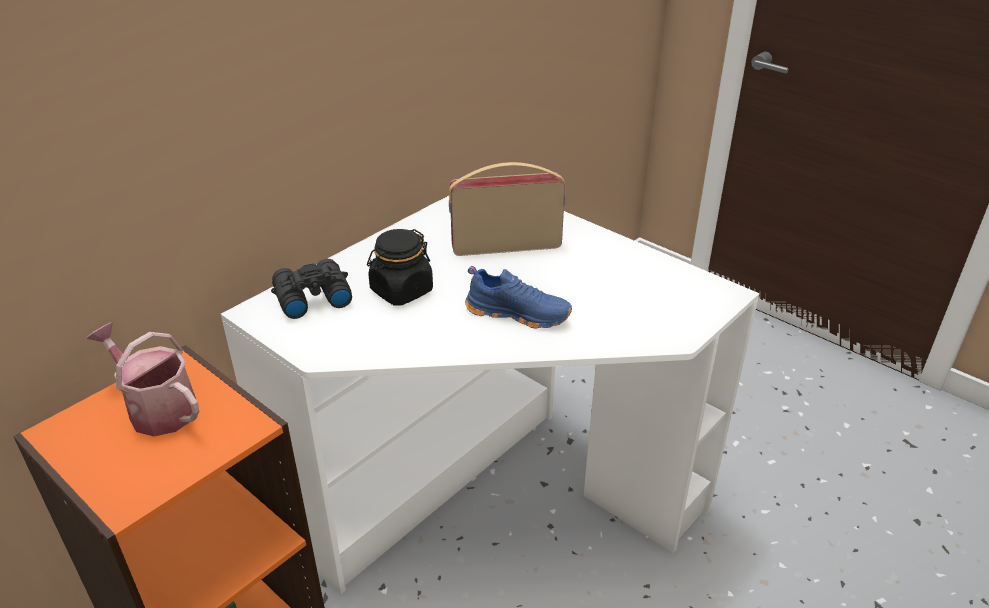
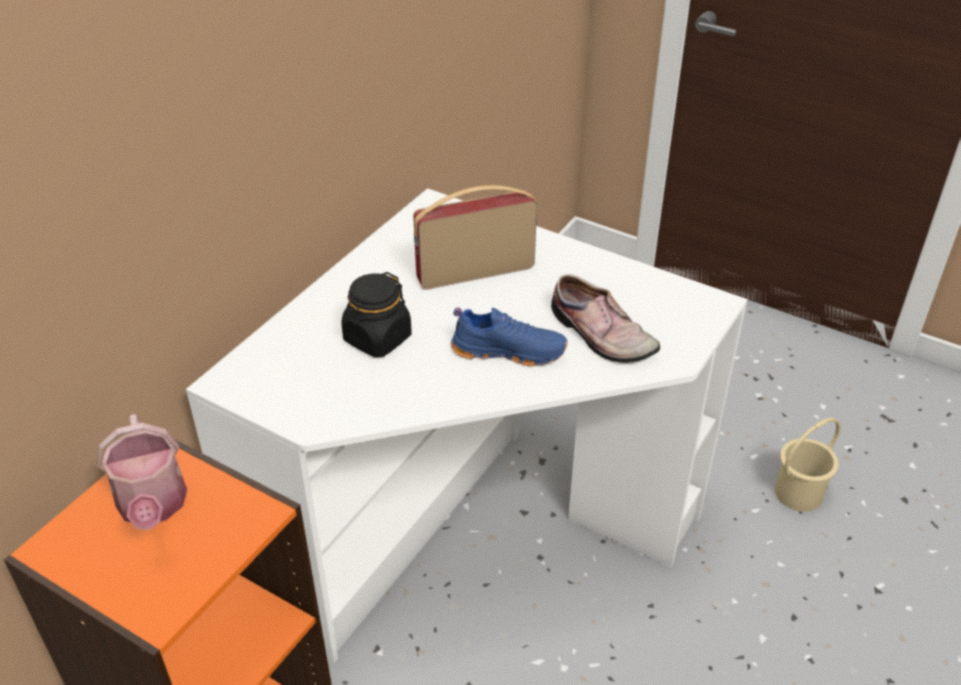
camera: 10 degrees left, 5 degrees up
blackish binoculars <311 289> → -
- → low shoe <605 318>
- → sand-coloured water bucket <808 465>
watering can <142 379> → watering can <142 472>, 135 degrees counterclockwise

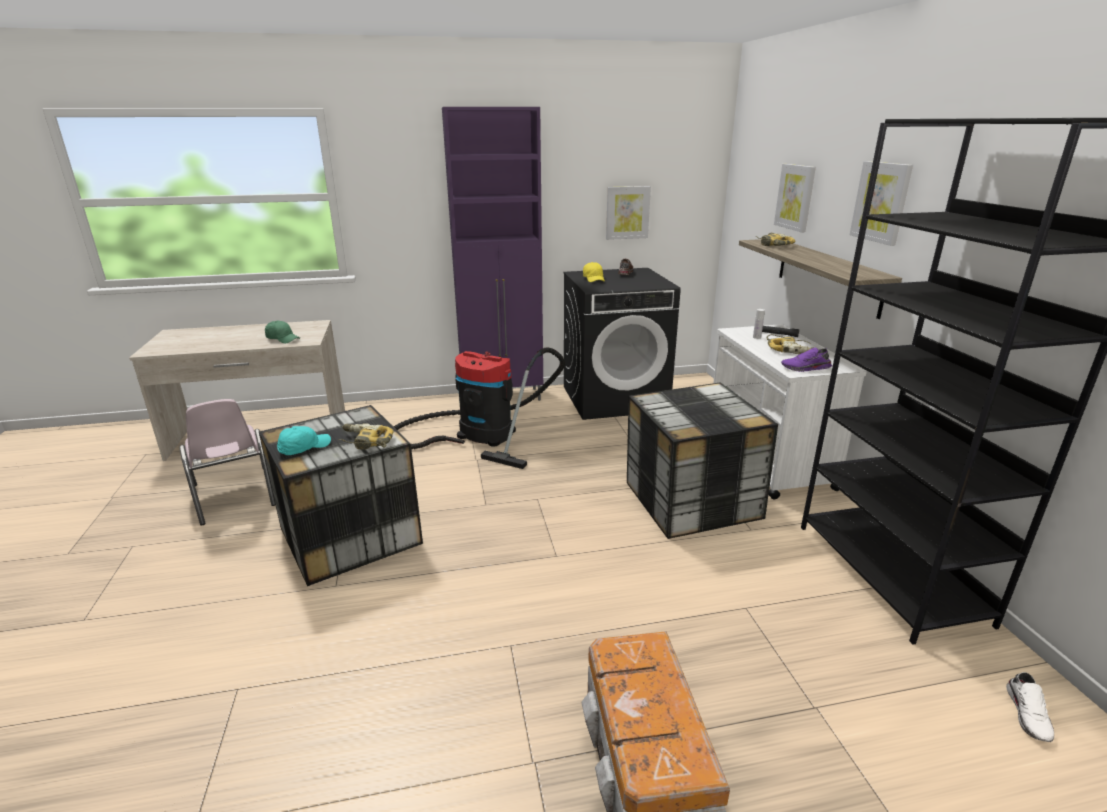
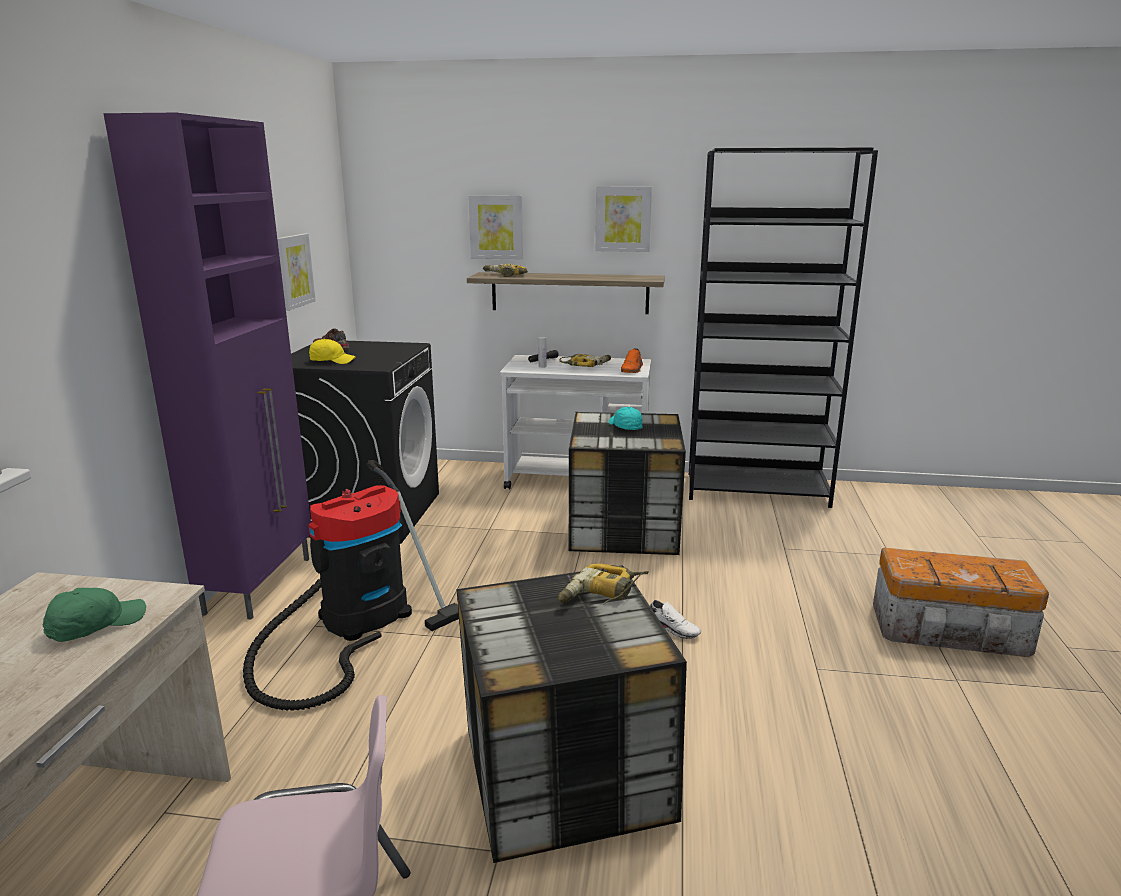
camera: 70 degrees left, 5 degrees down
blue-green cap <304 440> → blue-green cap <626 418>, moved
white low shoe <1030 707> → white low shoe <676 619>, moved
purple low shoe <806 360> → orangey low shoe <632 360>

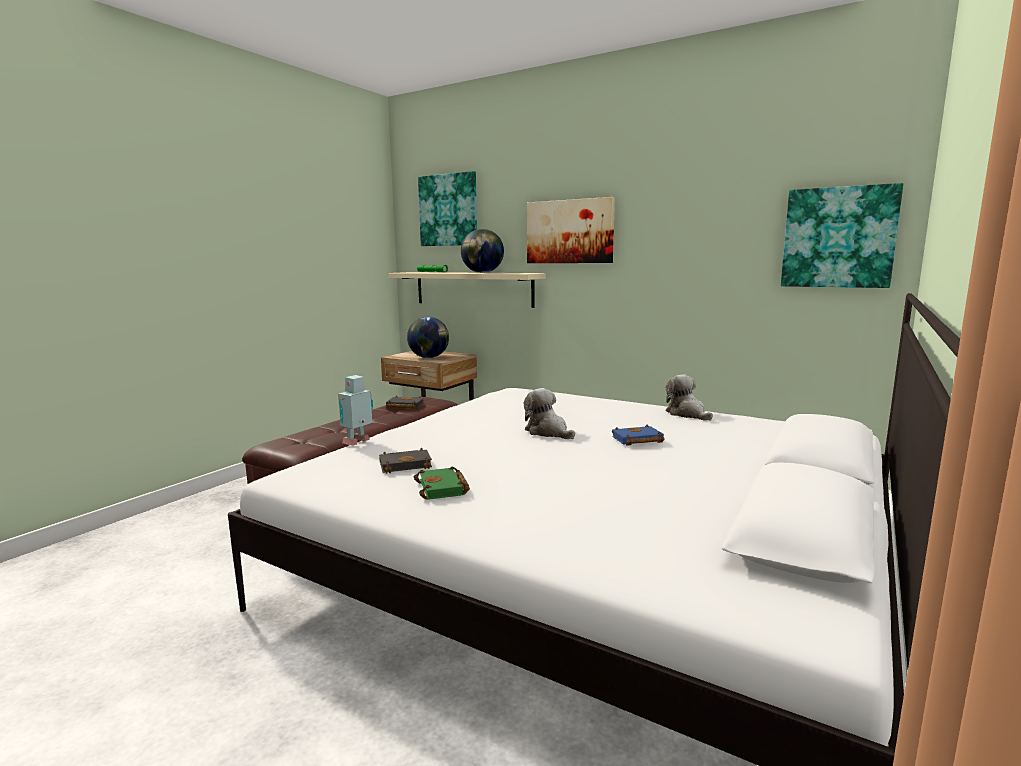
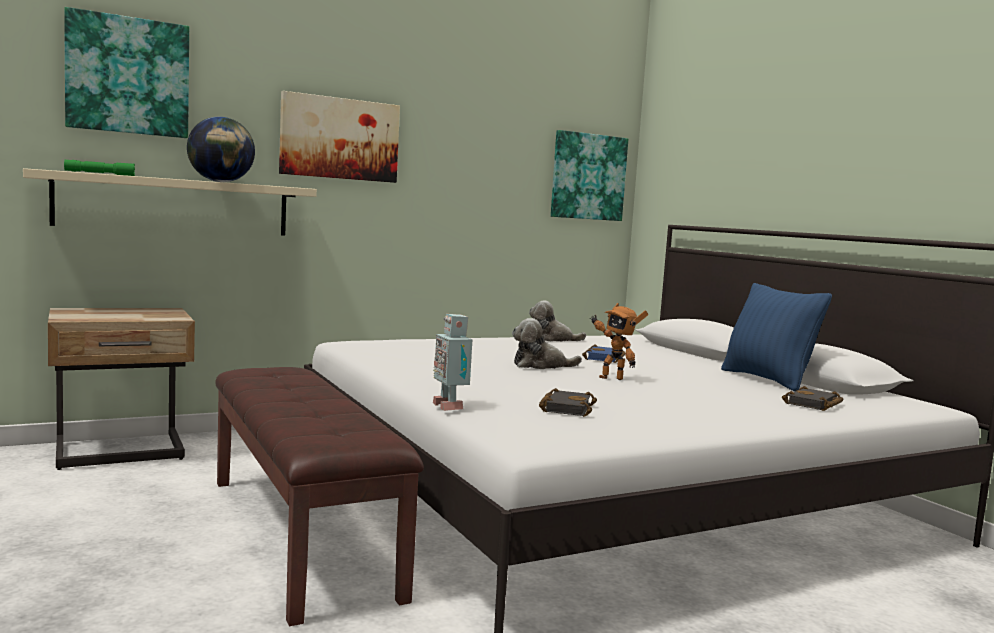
camera: 60 degrees left, 5 degrees down
desk globe <428 337> → -
greenish volume <442 483> → -
- → robot figure <619 341>
- → blue-coloured pillow <776 337>
blackish volume <405 402> → blackish volume <813 398>, moved

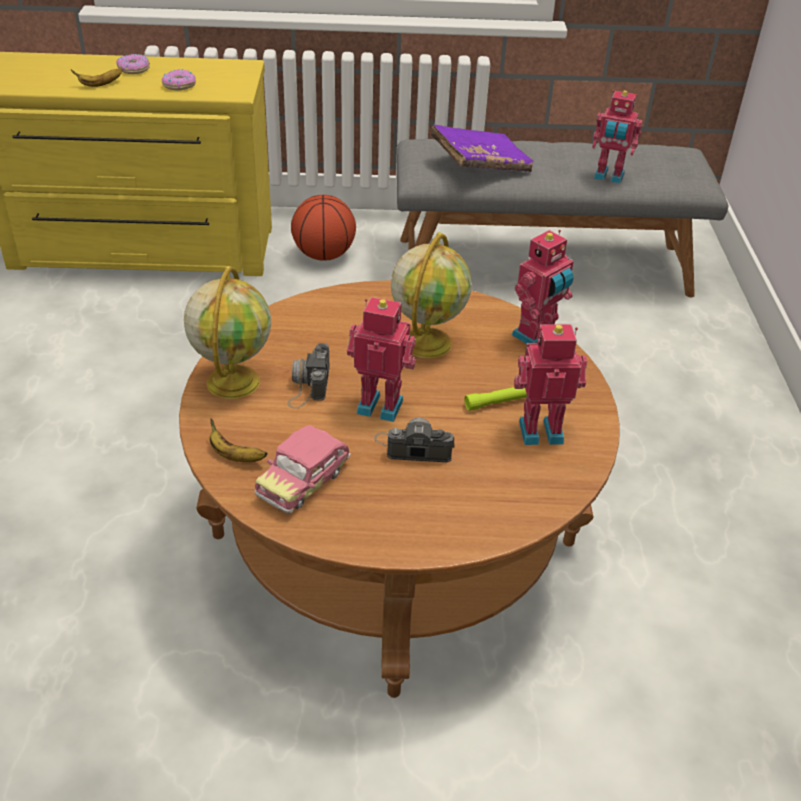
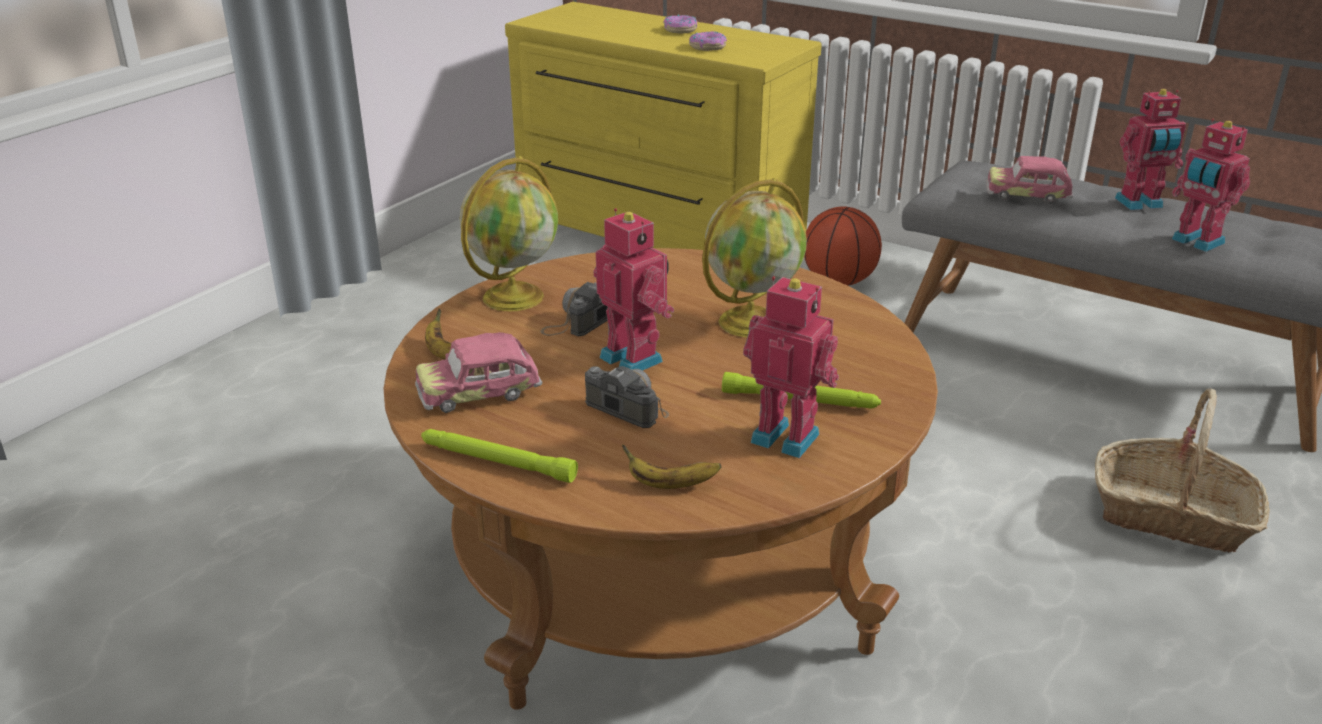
camera: 35 degrees right, 10 degrees down
- → greenish torch <499 456>
- → storage basket <1182 470>
whole banana <97 77> → whole banana <671 466>, moved
robot figure <542 287> → robot figure <1150 149>, moved
purple volume <482 148> → model car <1029 180>

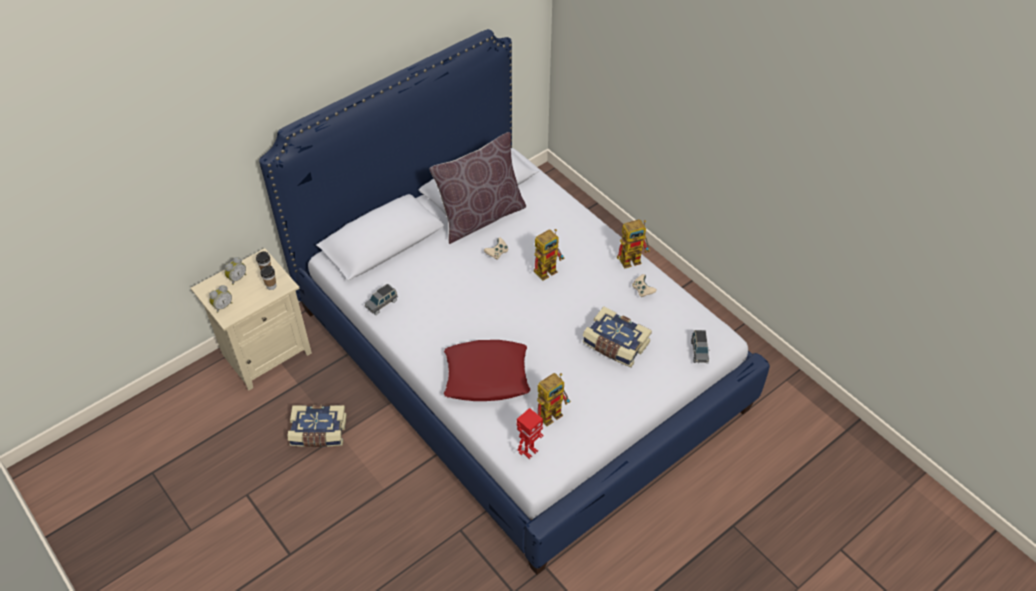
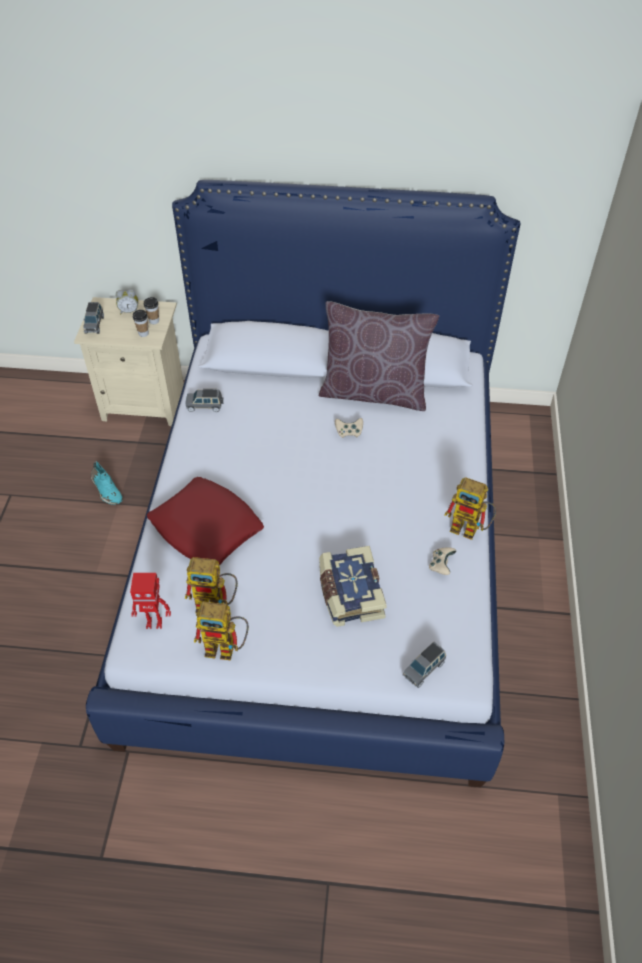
camera: 45 degrees right, 0 degrees up
robot figure <549 255> → robot figure <221 631>, moved
alarm clock <220 299> → grey model car <93 318>
volume <317 426> → blue-green low shoe <107 483>

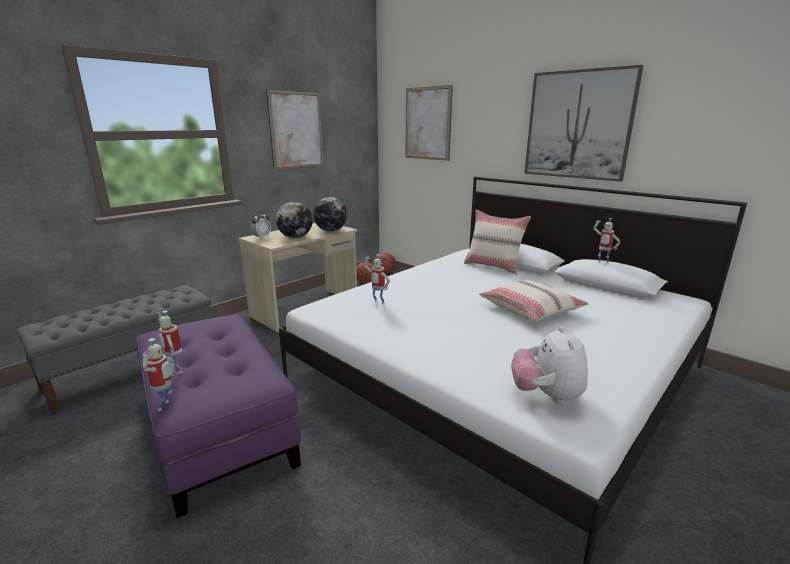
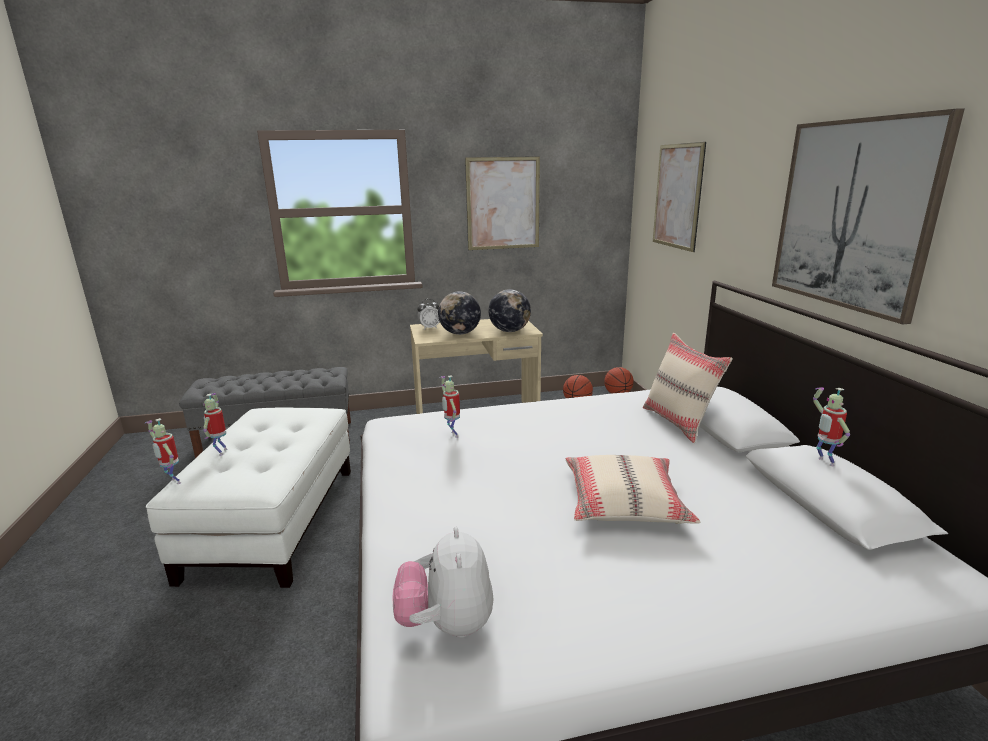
camera: 35 degrees right, 0 degrees up
purple pouffe <218 416> → white pouffe <248 497>
robot figure <160 374> → robot figure <162 451>, 90 degrees clockwise
soft toy <549 365> → soft toy <443 582>, 45 degrees counterclockwise

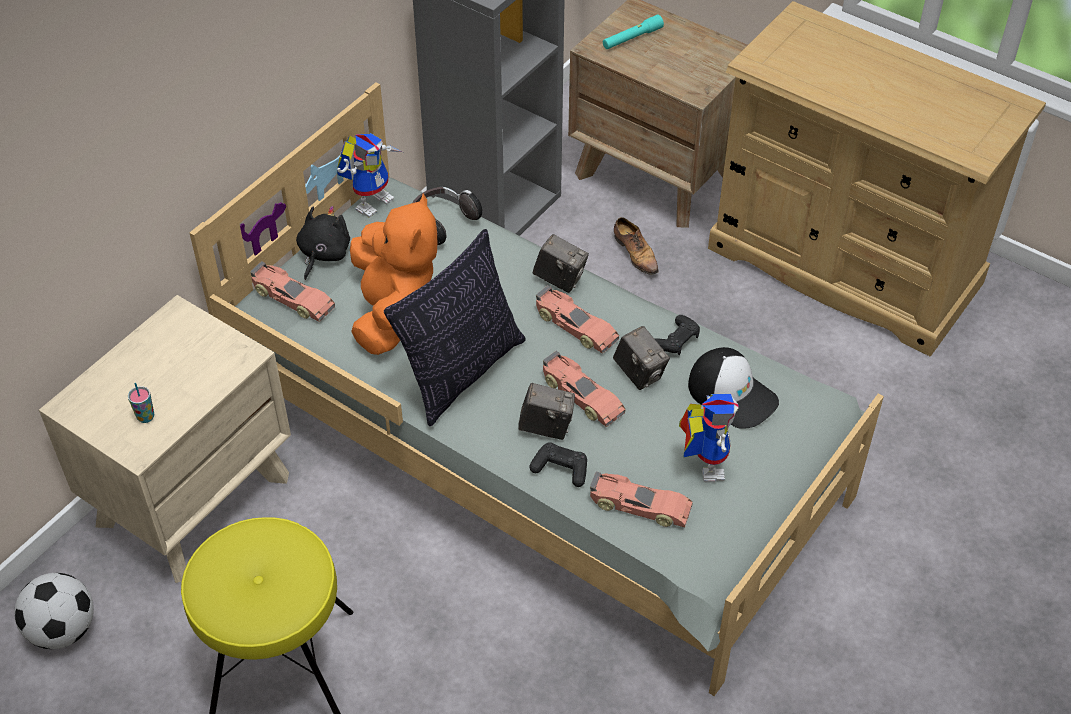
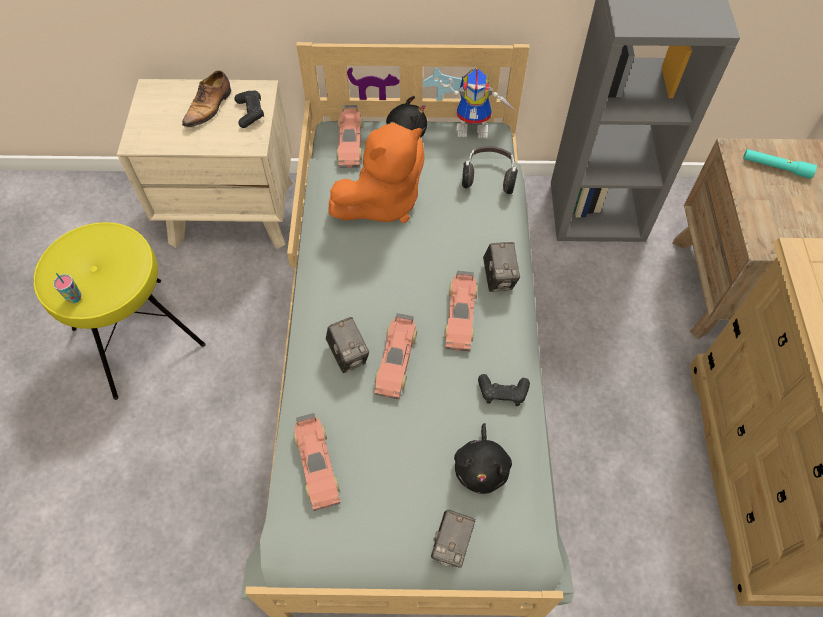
camera: 55 degrees right, 10 degrees up
ball for football <54 611> → -
pillow <455 327> → -
robot figure <709 438> → -
small cup <141 403> → small cup <67 288>, moved
blackish gamepad <558 464> → blackish gamepad <249 109>, moved
still camera <641 358> → still camera <453 539>, moved
low shoe <636 246> → low shoe <206 98>, moved
cap <733 387> → blackish soft toy <483 458>

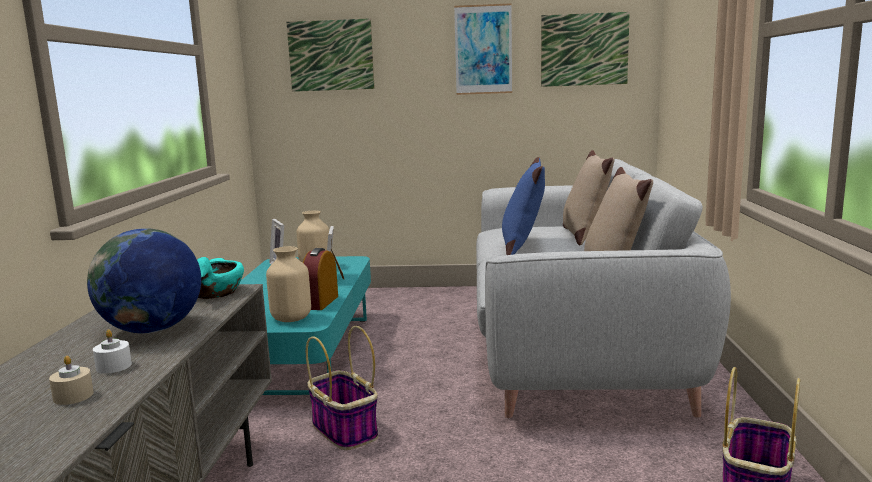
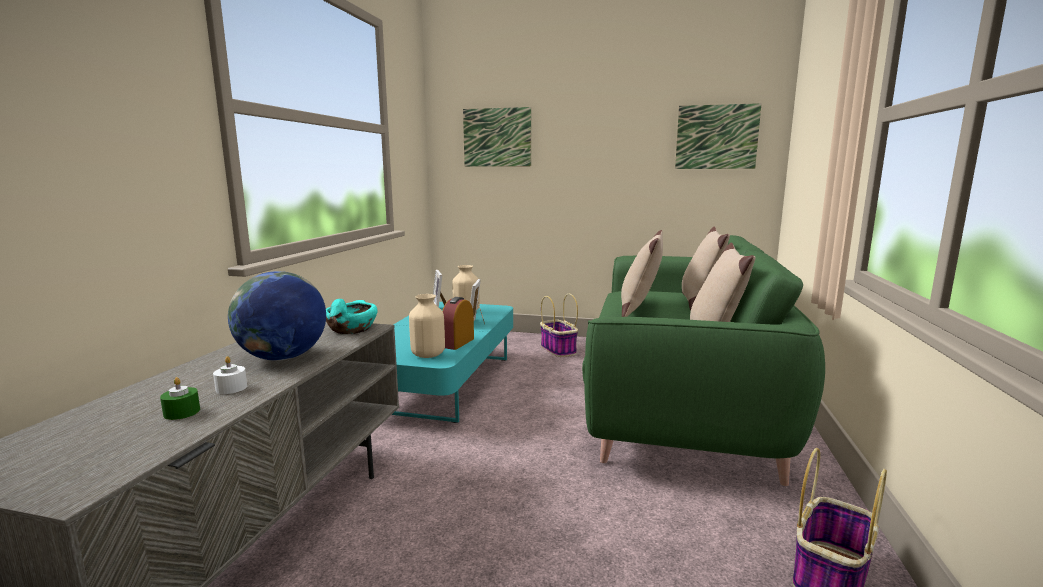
camera: 10 degrees right, 0 degrees up
wall picture <483 49> → -
storage basket <342 388> → storage basket <559 325>, moved
sand-coloured wax candle <71 380> → greenish wax candle <180 398>
grey settee <603 288> → greenish settee <703 360>
blue-coloured pillow <523 206> → sand-coloured pillow <642 273>

